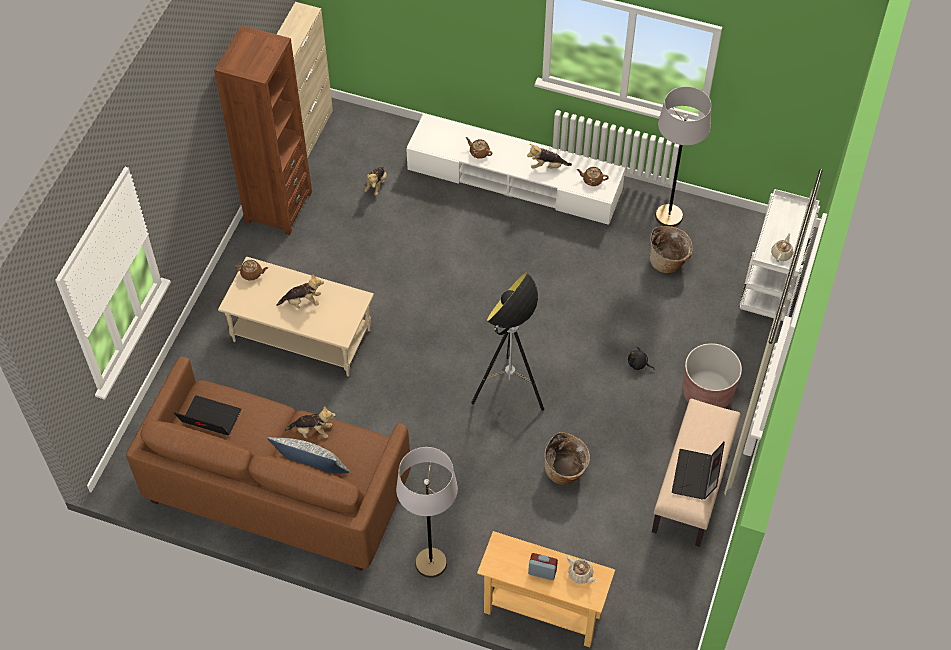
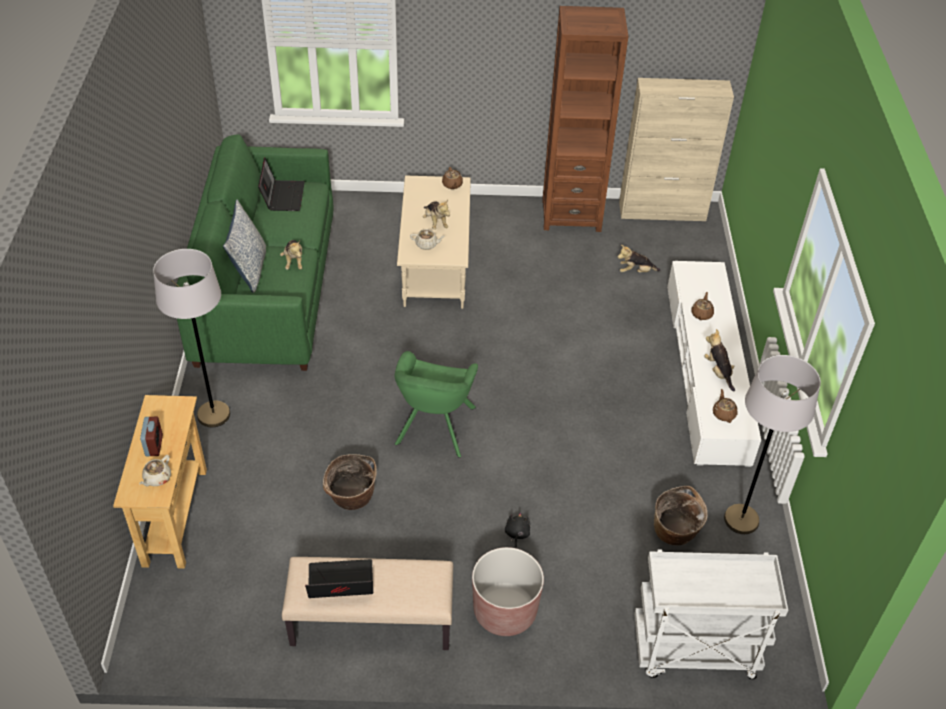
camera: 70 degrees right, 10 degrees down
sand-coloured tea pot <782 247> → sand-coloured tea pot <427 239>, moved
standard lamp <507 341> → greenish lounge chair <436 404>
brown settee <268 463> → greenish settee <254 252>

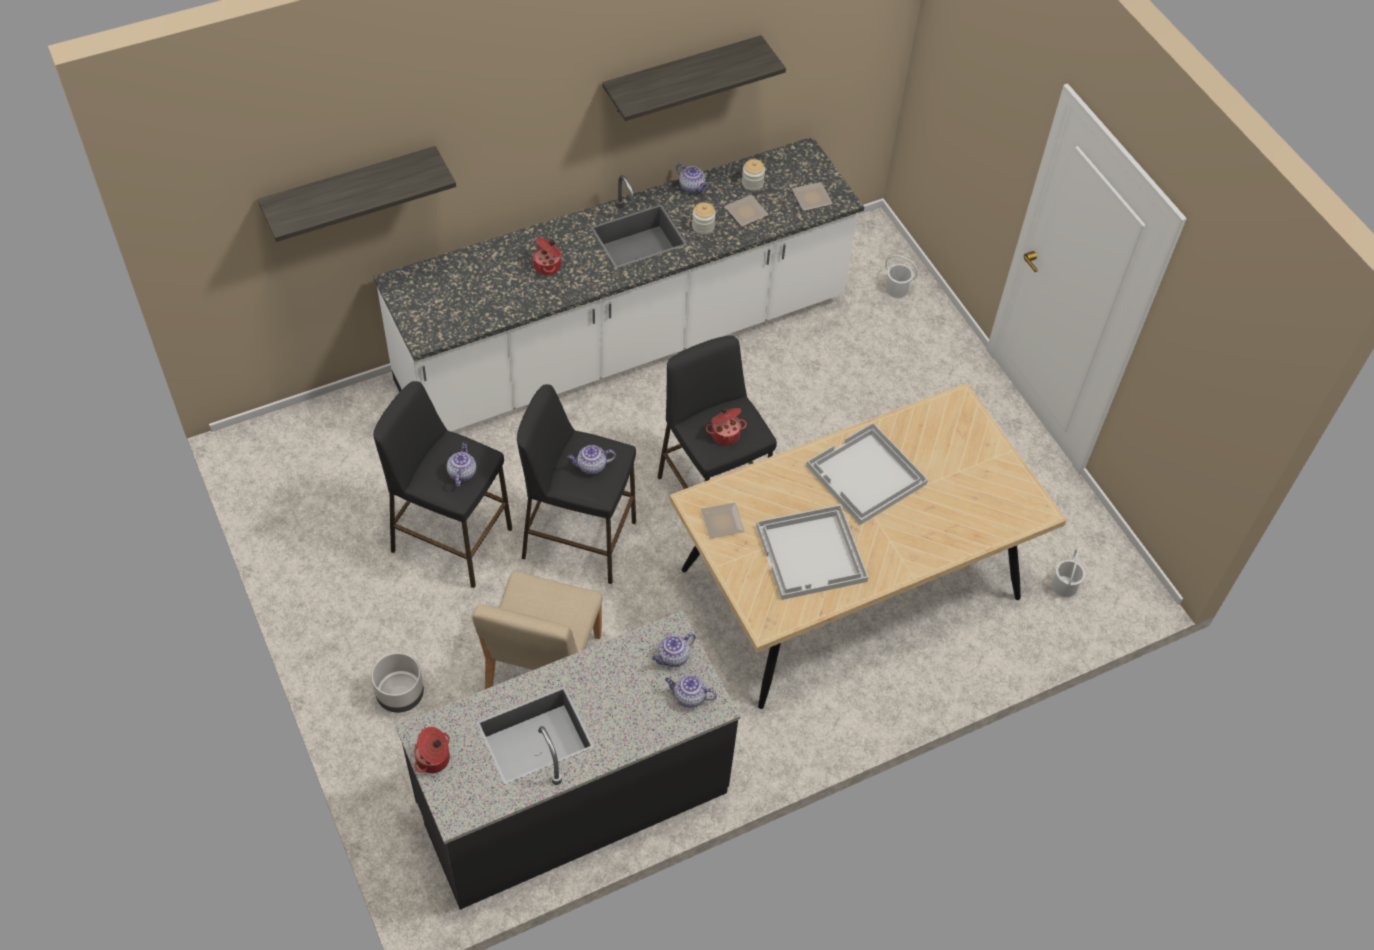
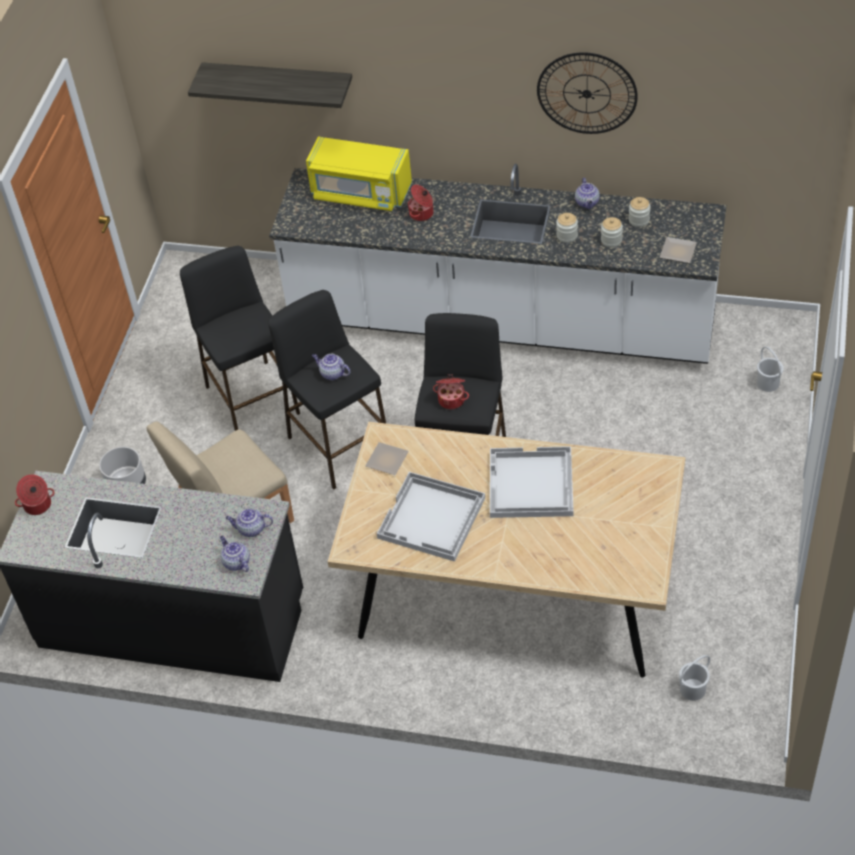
camera: 45 degrees right, 5 degrees down
tea pot <461 464> → -
- → yellow kitchen microwave <359 174>
wall shelf <694 78> → hanging clock <587 93>
plate <747 210> → preserve jar <612 232>

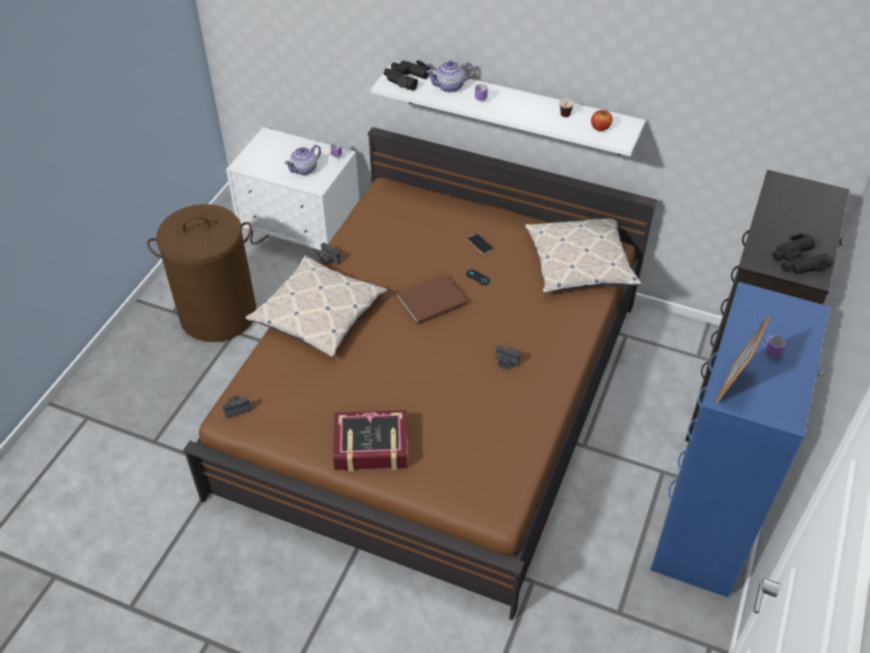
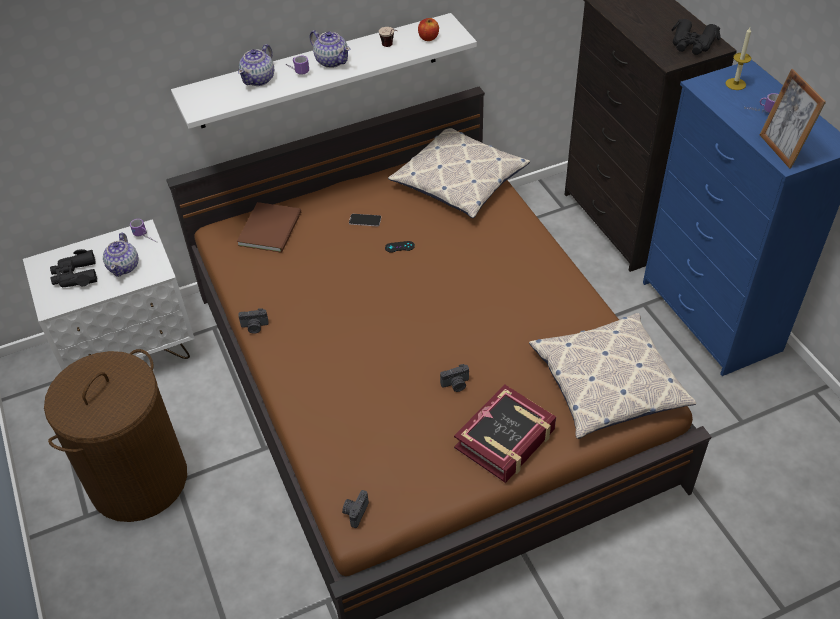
camera: 45 degrees left, 0 degrees up
- → tea pot <330 49>
- → wax candle <738 58>
pillow <316 306> → pillow <613 376>, moved
blackish binoculars <407 75> → blackish binoculars <73 268>, moved
brown volume <432 299> → brown volume <269 227>, moved
still camera <507 357> → still camera <454 378>, moved

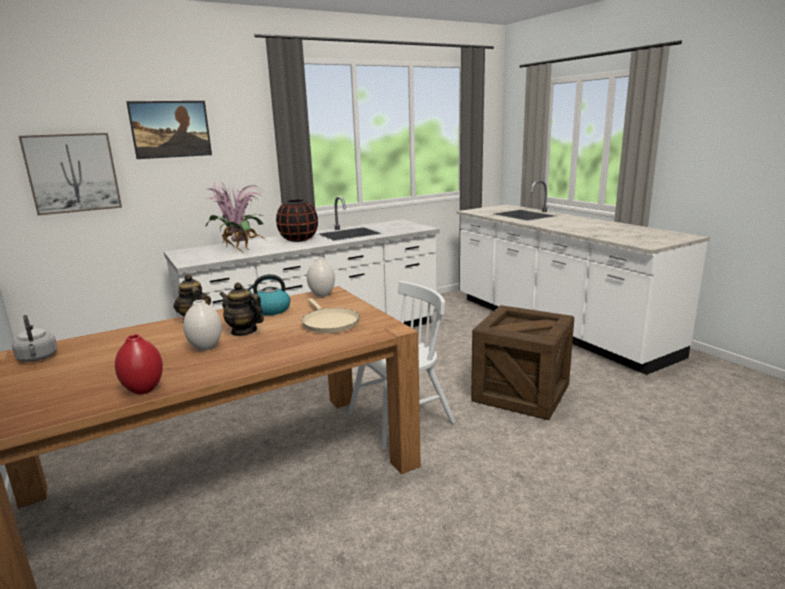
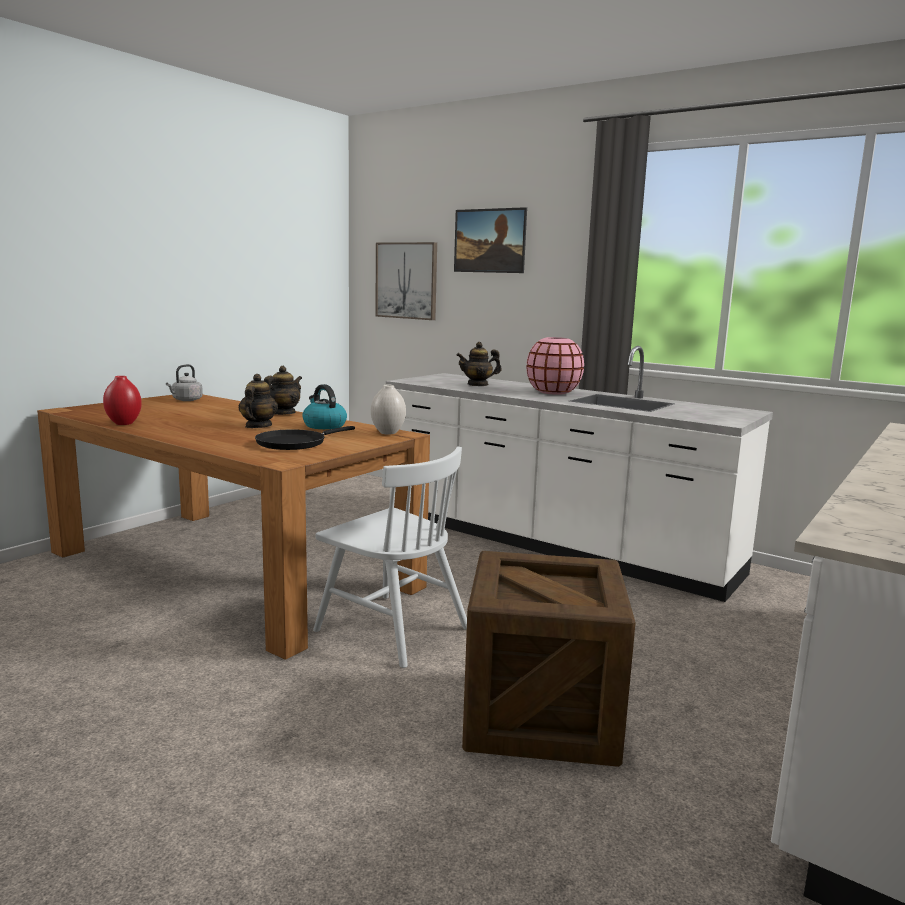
camera: 65 degrees right, 5 degrees down
white vase <202 325> → -
plant in a pot <236 217> → tea pot <478 364>
blackish vase <297 221> → pink-coloured vase <555 366>
sand-coloured pan <331 315> → blackish pan <305 438>

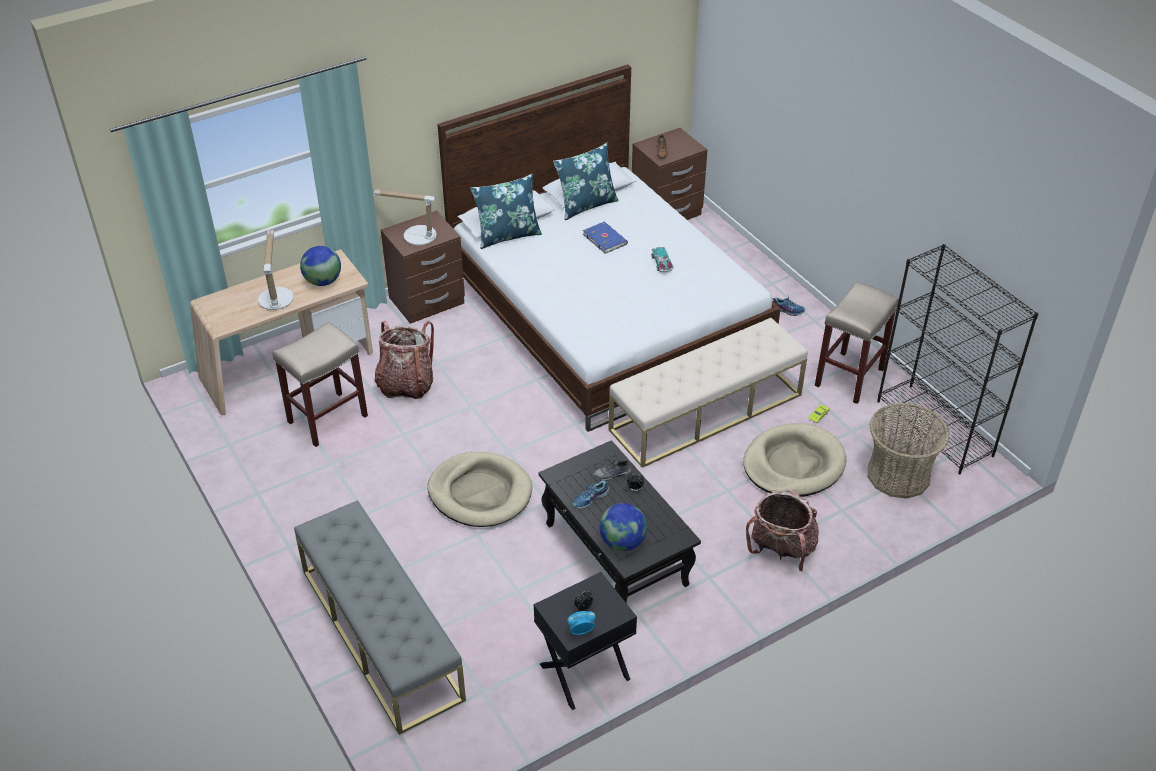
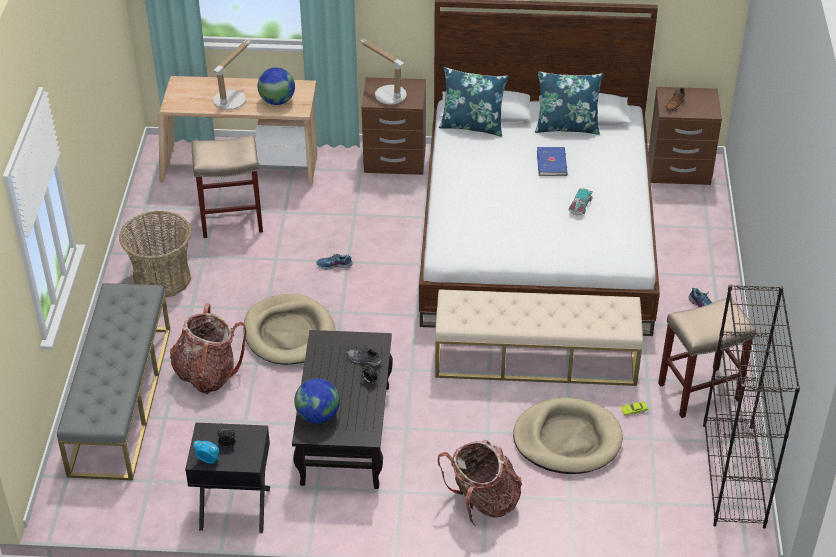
camera: 35 degrees right, 0 degrees up
backpack <404 360> → backpack <208 348>, moved
low shoe <591 494> → low shoe <334 262>, moved
storage basket <909 450> → storage basket <155 254>, moved

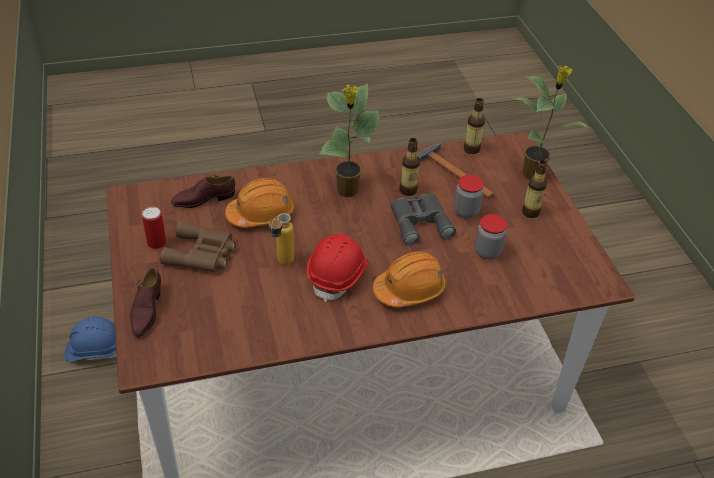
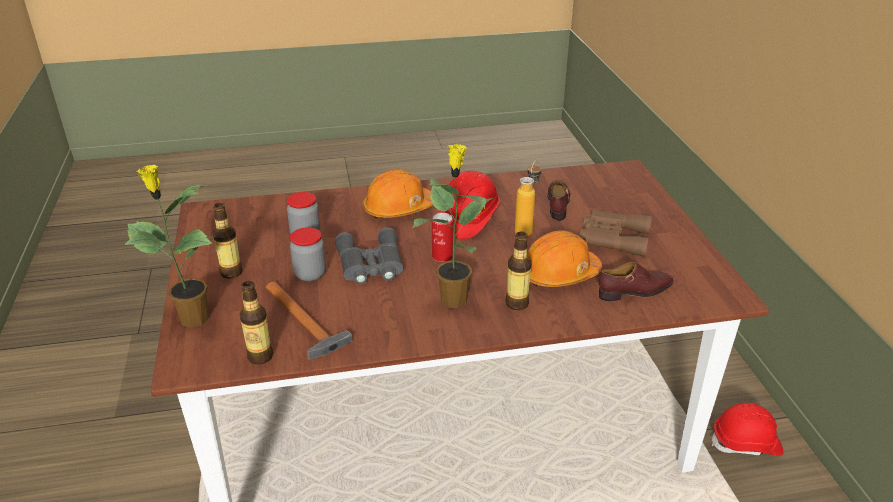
camera: 175 degrees left, 10 degrees down
brown low shoe <145 302> → brown low shoe <558 200>, moved
sealed can <154 228> → sealed can <442 237>, moved
beverage bottle <410 167> → beverage bottle <518 271>, moved
blue-coloured safety helmet <90 339> → red-coloured safety helmet <747 429>

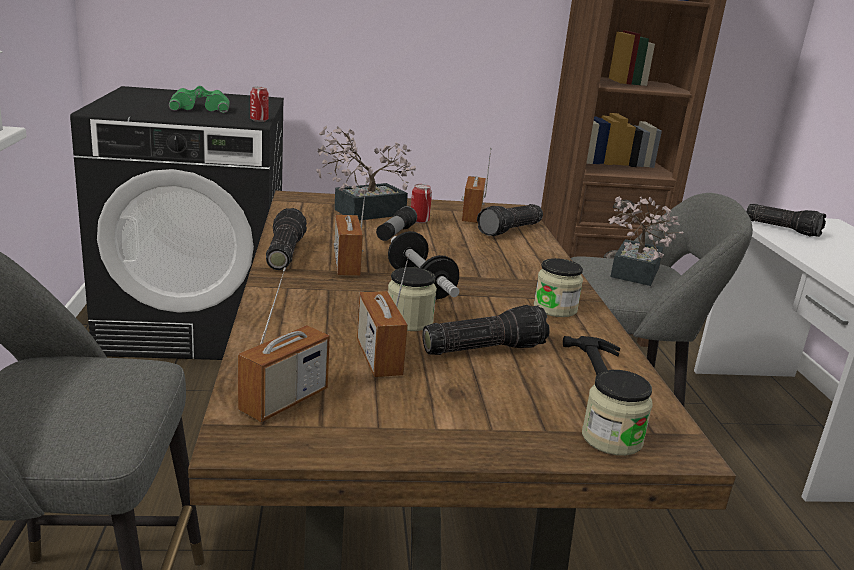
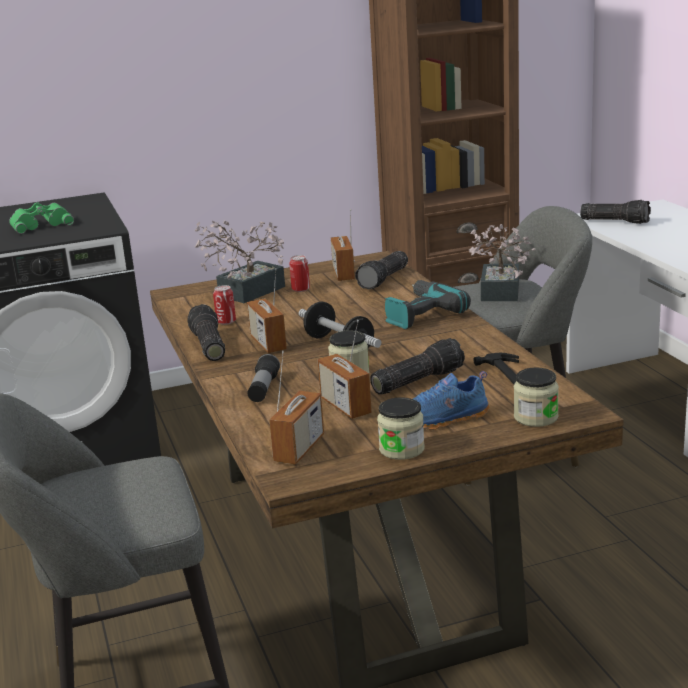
camera: 10 degrees left, 0 degrees up
- → drill <427 304>
- → blue-coloured low shoe <451 400>
sealed can <259 104> → sealed can <224 305>, moved
torch <396 223> → torch <264 378>, moved
preserve jar <558 287> → preserve jar <401 428>, moved

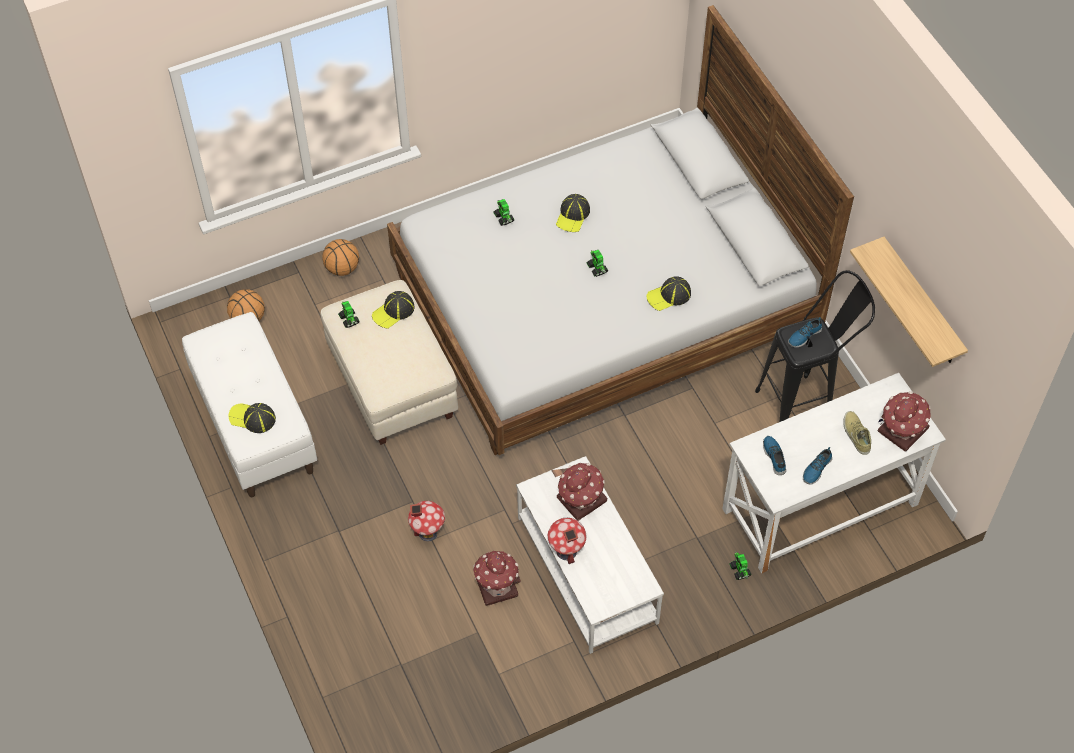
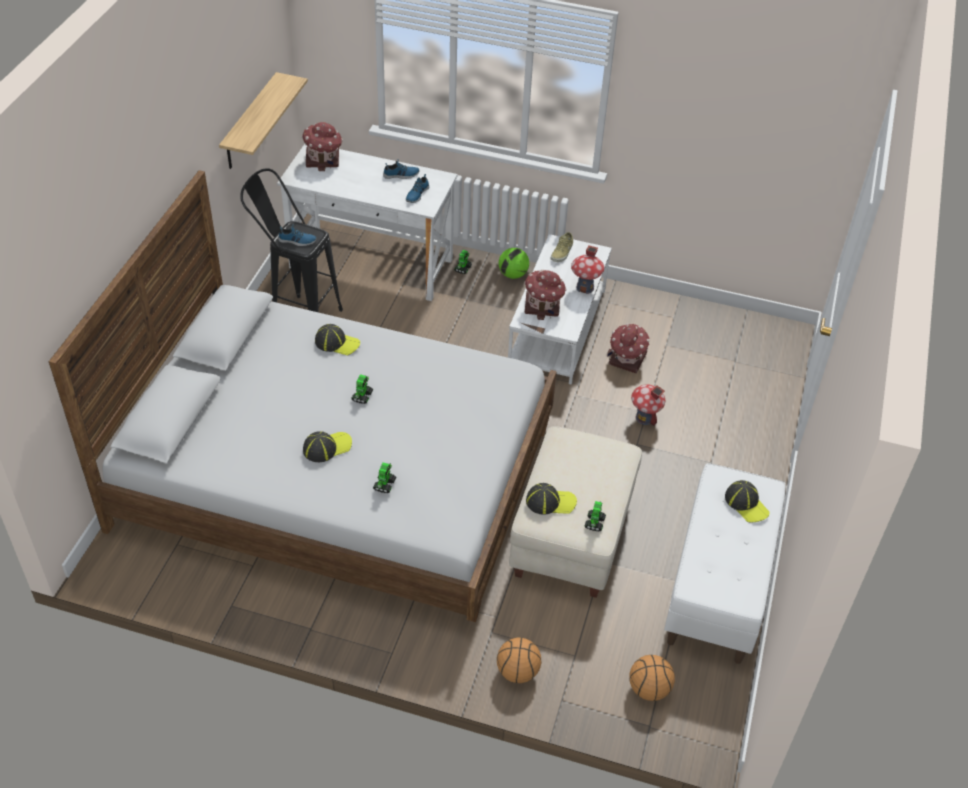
camera: 140 degrees left, 10 degrees down
- → ball for football <514 263>
sand-coloured low shoe <857 433> → sand-coloured low shoe <562 247>, moved

